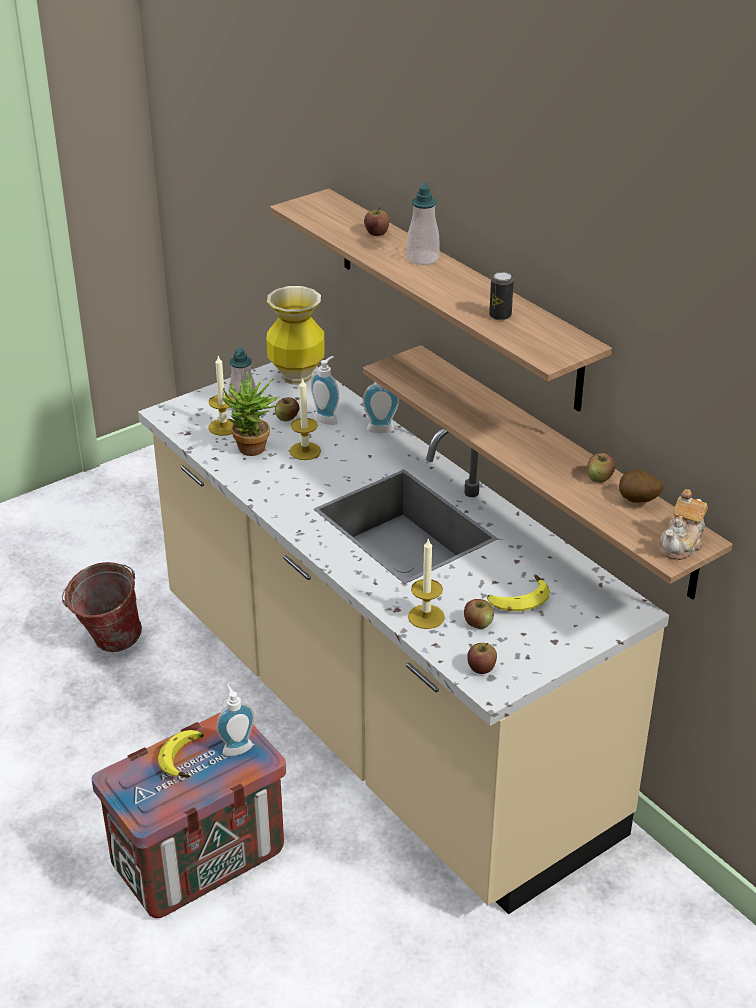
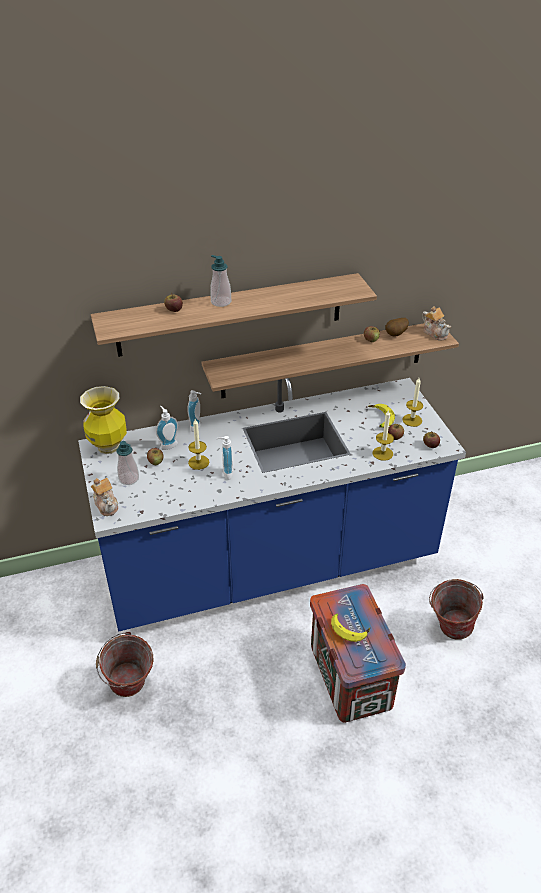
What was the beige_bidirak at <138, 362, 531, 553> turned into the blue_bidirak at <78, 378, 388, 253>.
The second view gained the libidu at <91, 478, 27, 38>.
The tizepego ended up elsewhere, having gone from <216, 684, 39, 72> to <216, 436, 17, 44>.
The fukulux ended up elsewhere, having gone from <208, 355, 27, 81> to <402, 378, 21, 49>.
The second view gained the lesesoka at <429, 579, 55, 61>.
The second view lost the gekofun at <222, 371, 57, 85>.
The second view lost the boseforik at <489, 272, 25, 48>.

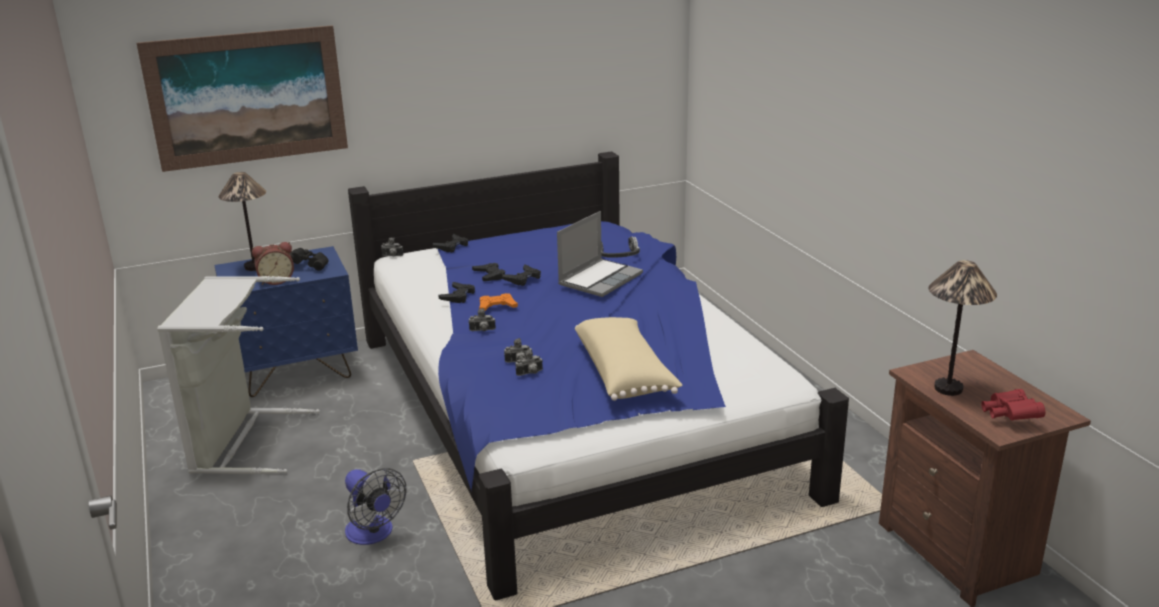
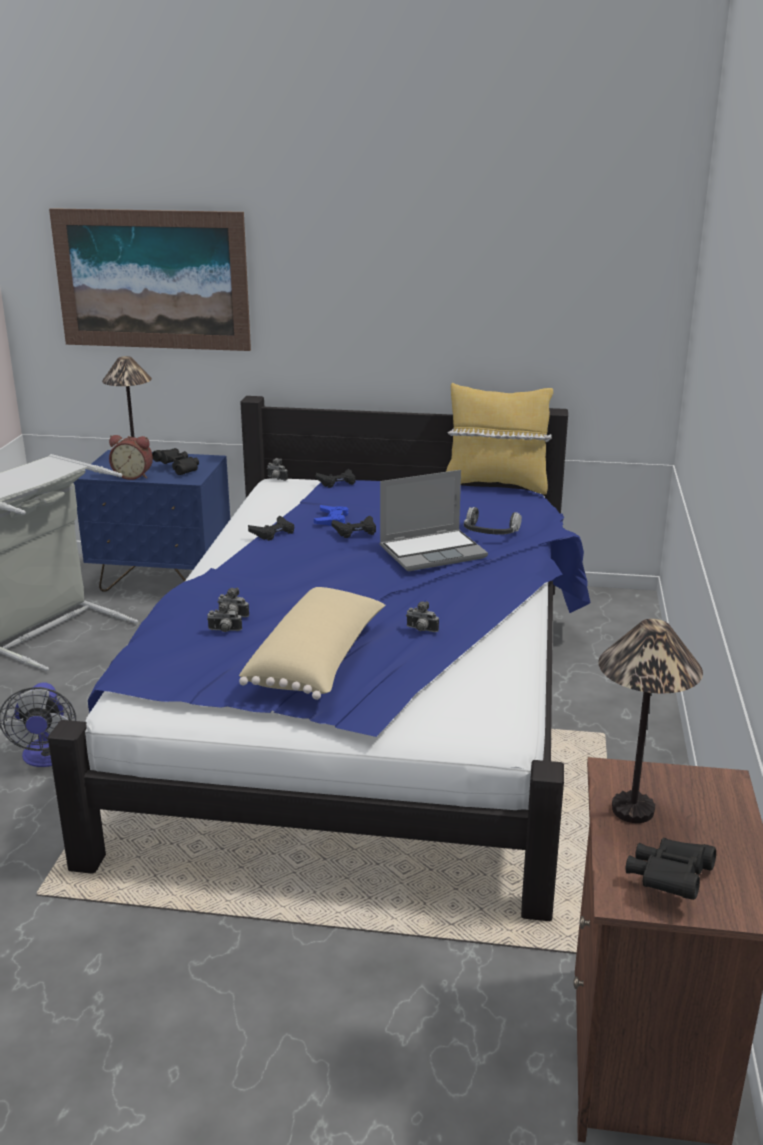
What was the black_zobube at <472, 263, 33, 18> turned into the blue_zobube at <314, 505, 35, 21>.
The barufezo ended up elsewhere, having gone from <469, 308, 27, 23> to <406, 601, 33, 31>.
The second view gained the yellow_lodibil at <446, 383, 107, 112>.
What was the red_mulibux at <981, 389, 64, 32> turned into the black_mulibux at <626, 837, 90, 63>.
The second view lost the orange_zobube at <479, 293, 39, 18>.

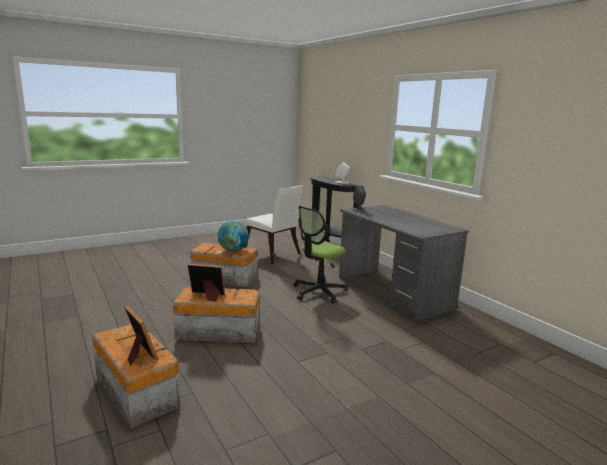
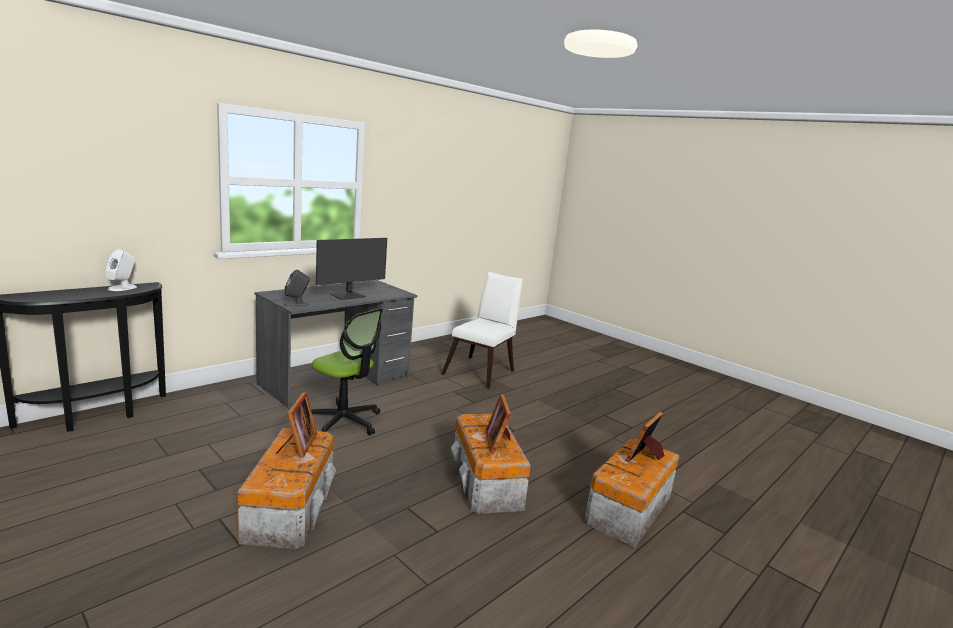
Where the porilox stood at <218, 221, 31, 30>, the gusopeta came to stand at <276, 392, 41, 66>.
The second view gained the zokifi at <316, 238, 71, 62>.
The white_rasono ended up elsewhere, having gone from <244, 185, 59, 79> to <441, 272, 82, 117>.

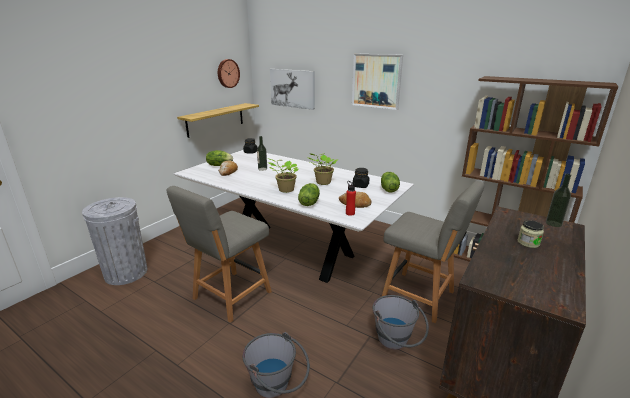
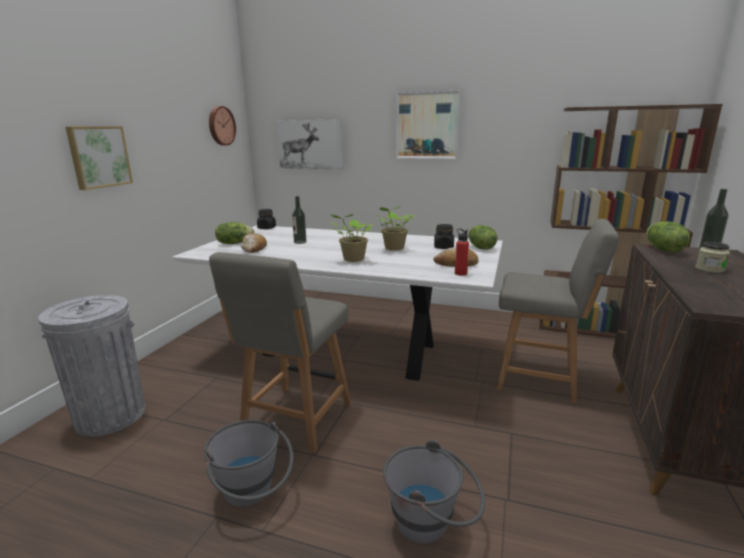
The second view gained the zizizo at <65, 126, 68, 64>.
The grey_lesesoka ended up elsewhere, having gone from <372, 295, 57, 55> to <204, 420, 90, 88>.
The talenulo ended up elsewhere, having gone from <298, 183, 22, 23> to <647, 221, 43, 31>.
The second view lost the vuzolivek at <177, 103, 82, 35>.

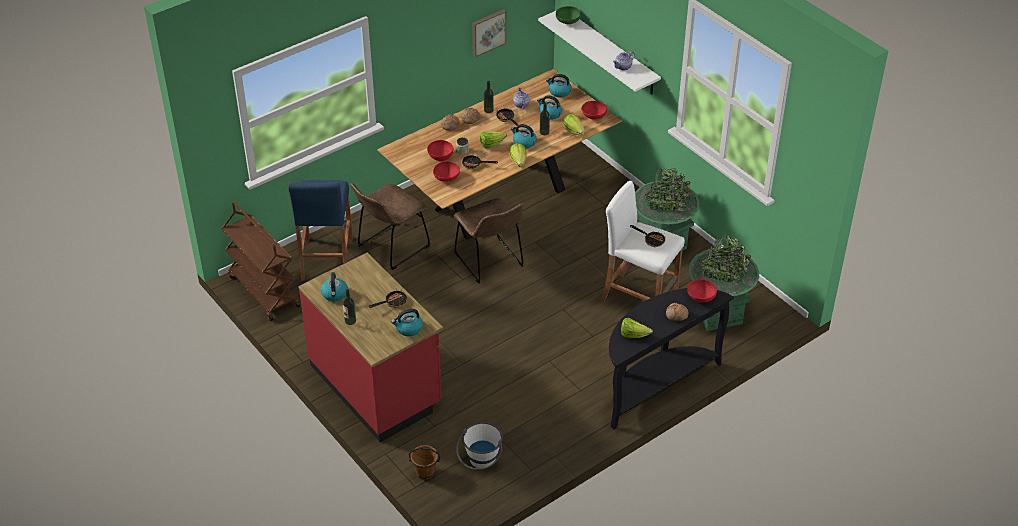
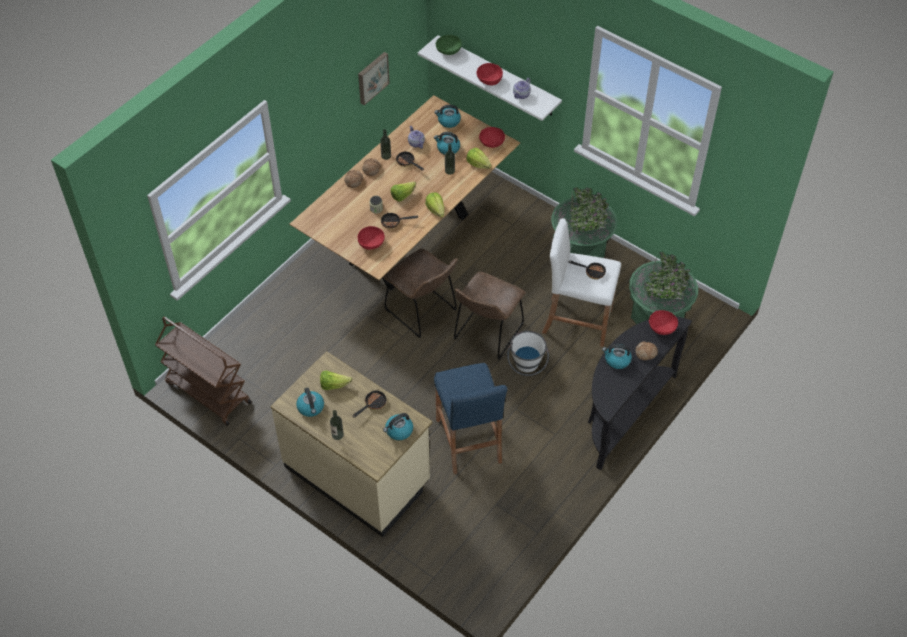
What was the red_bidirak at <298, 253, 145, 189> turned into the beige_bidirak at <270, 351, 162, 186>.
The talenulo ended up elsewhere, having gone from <621, 318, 32, 20> to <320, 370, 32, 20>.
The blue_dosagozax ended up elsewhere, having gone from <288, 180, 65, 100> to <434, 363, 73, 111>.
The brown_rasono ended up elsewhere, having gone from <350, 183, 80, 87> to <454, 271, 71, 89>.
The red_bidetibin ended up elsewhere, having gone from <427, 140, 26, 21> to <477, 63, 26, 22>.
The white_lesesoka ended up elsewhere, having gone from <456, 422, 47, 48> to <507, 331, 42, 45>.
The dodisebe ended up elsewhere, having gone from <511, 124, 26, 25> to <602, 344, 30, 25>.
The second view lost the brown_lesesoka at <409, 445, 31, 35>.

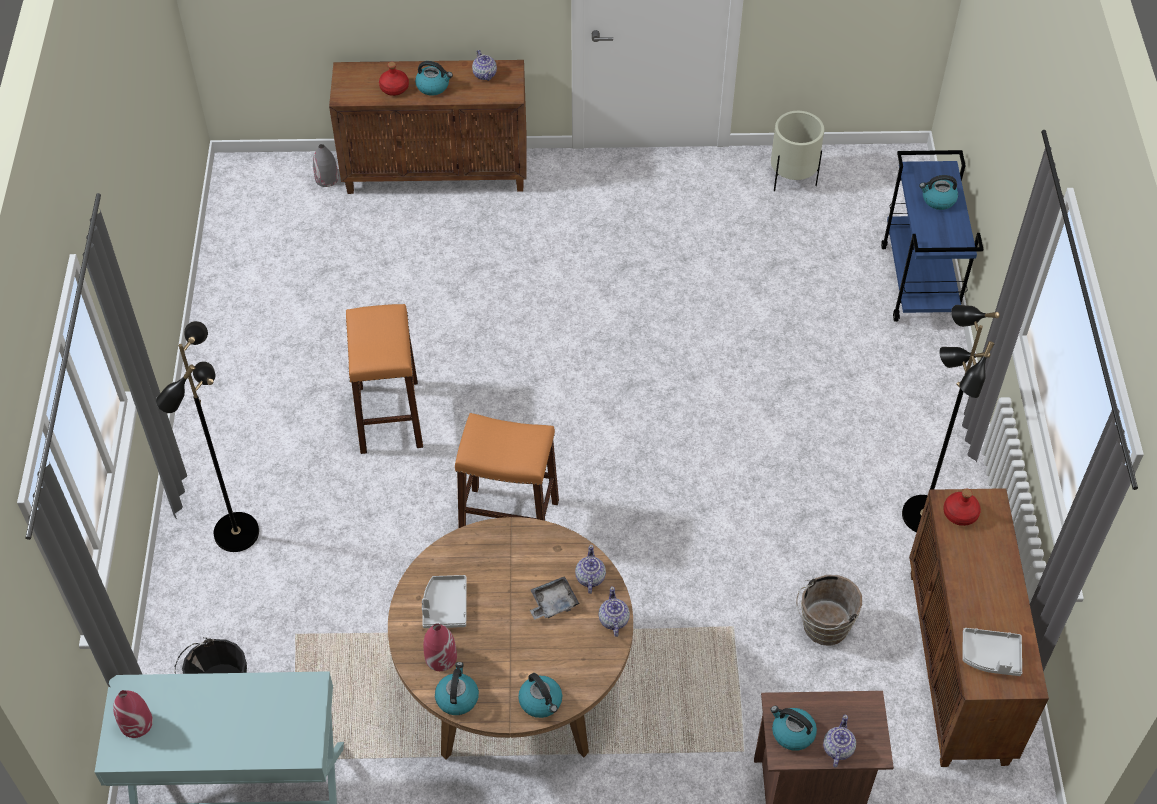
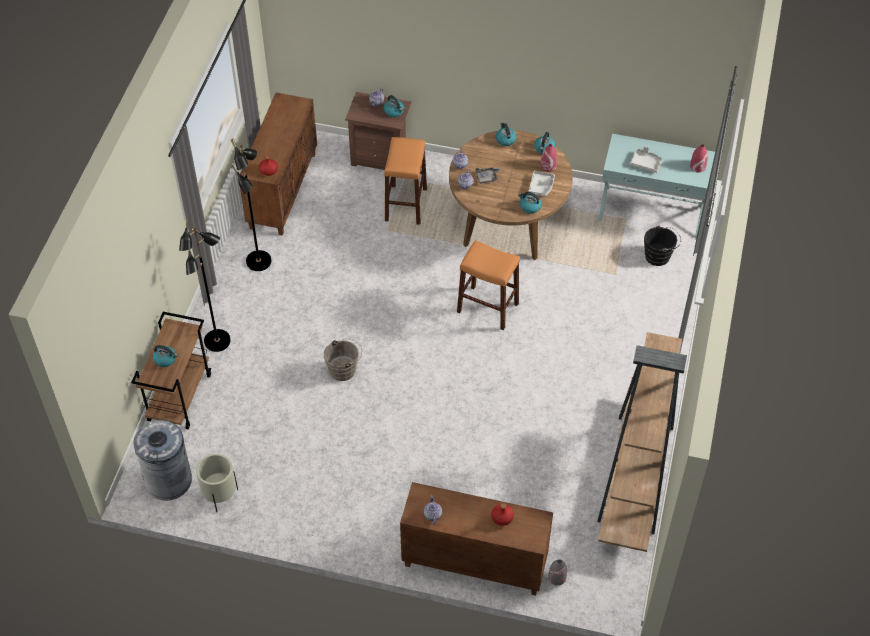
What was the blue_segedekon at <881, 150, 103, 172> turned into the brown_segedekon at <131, 312, 80, 117>.
The second view gained the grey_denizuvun at <134, 420, 58, 81>.
The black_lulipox ended up elsewhere, having gone from <156, 321, 103, 231> to <179, 218, 52, 134>.
The brown_lesesoka ended up elsewhere, having gone from <796, 575, 66, 71> to <324, 339, 38, 42>.
The orange_dosagozax ended up elsewhere, having gone from <346, 304, 77, 150> to <384, 137, 43, 88>.
The dodisebe ended up elsewhere, having gone from <415, 61, 38, 35> to <518, 192, 24, 22>.
The second view gained the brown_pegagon at <597, 332, 90, 220>.
The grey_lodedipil ended up elsewhere, having gone from <963, 628, 59, 48> to <630, 146, 32, 27>.

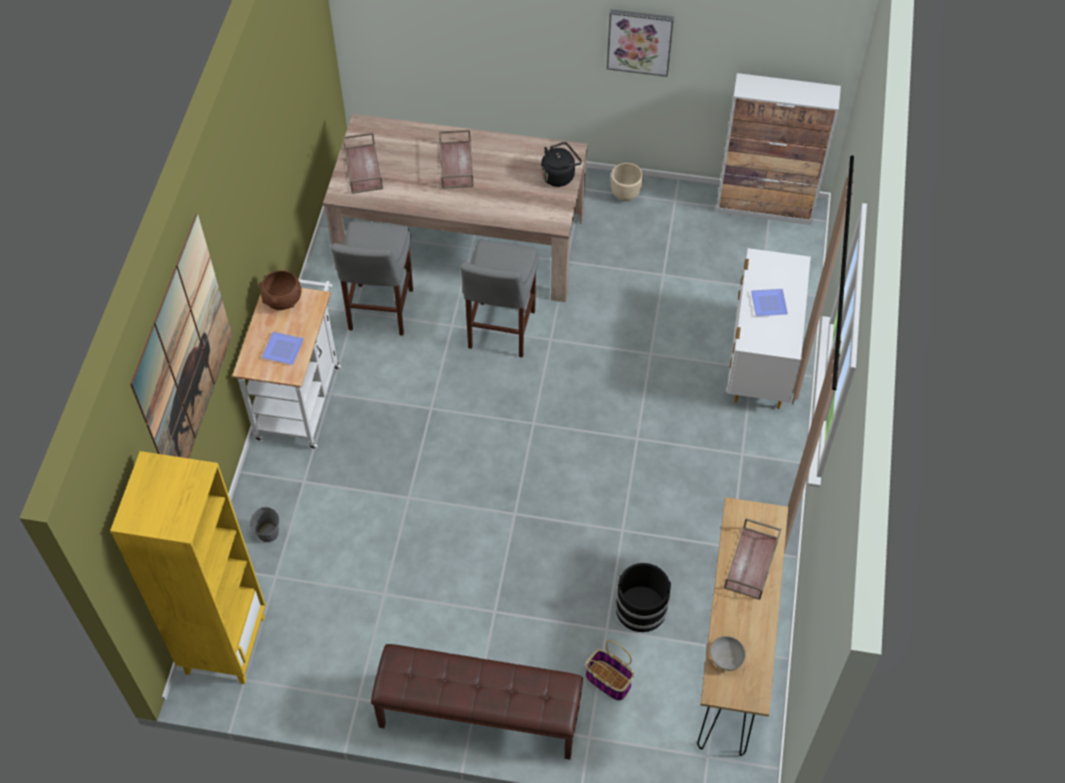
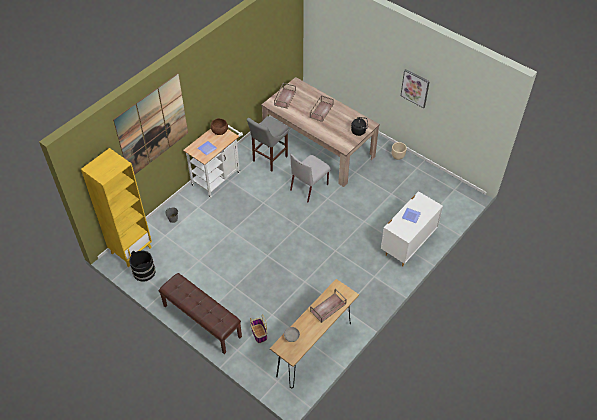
The black_lesesoka ended up elsewhere, having gone from <615, 563, 56, 69> to <129, 250, 26, 32>.
Where the grey_dosagozax stood at <460, 240, 79, 118>, the grey_rasono came to stand at <290, 154, 41, 48>.
The second view lost the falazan at <716, 73, 125, 152>.

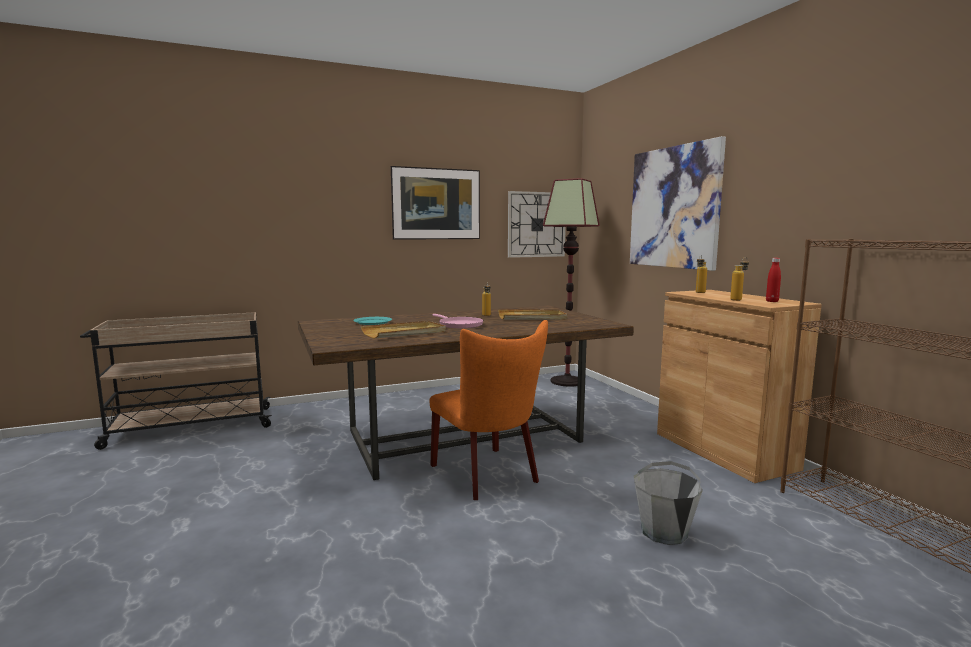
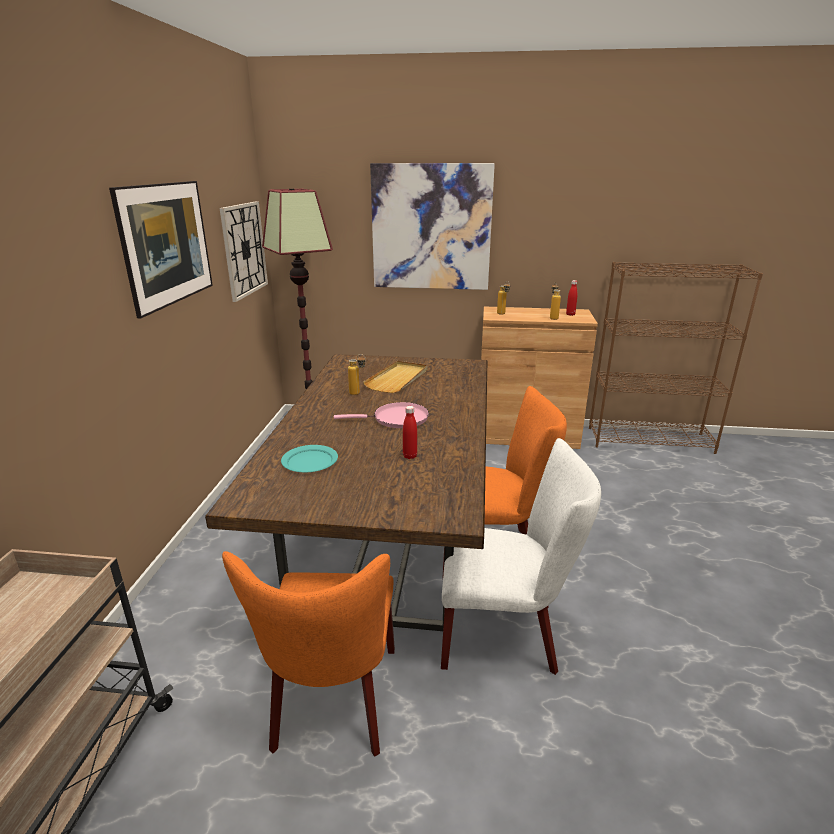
The second view gained the orange_rasono at <222, 551, 173, 206>.
Where the beige_lodedipil stood at <361, 321, 85, 18>, the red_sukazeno came to stand at <403, 406, 14, 53>.
The second view gained the white_rasono at <441, 438, 160, 237>.
The second view lost the grey_lesesoka at <633, 461, 70, 84>.

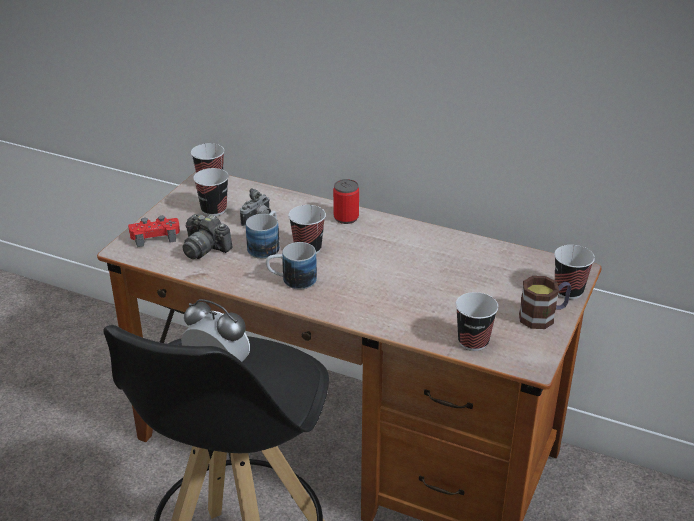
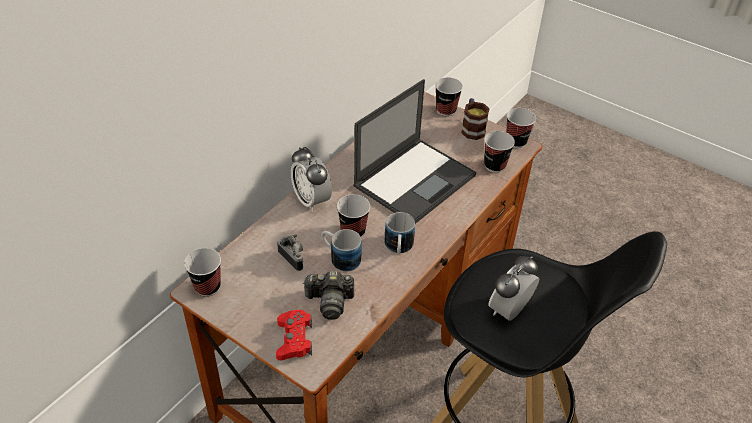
Where the boseforik stood at <333, 179, 26, 45>, the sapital came to stand at <291, 147, 41, 65>.
The barufezo at <182, 214, 51, 45> ended up facing another way, 45 degrees clockwise from before.
The second view gained the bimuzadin at <353, 79, 123, 145>.
The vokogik ended up elsewhere, having gone from <193, 168, 36, 48> to <506, 108, 30, 40>.

